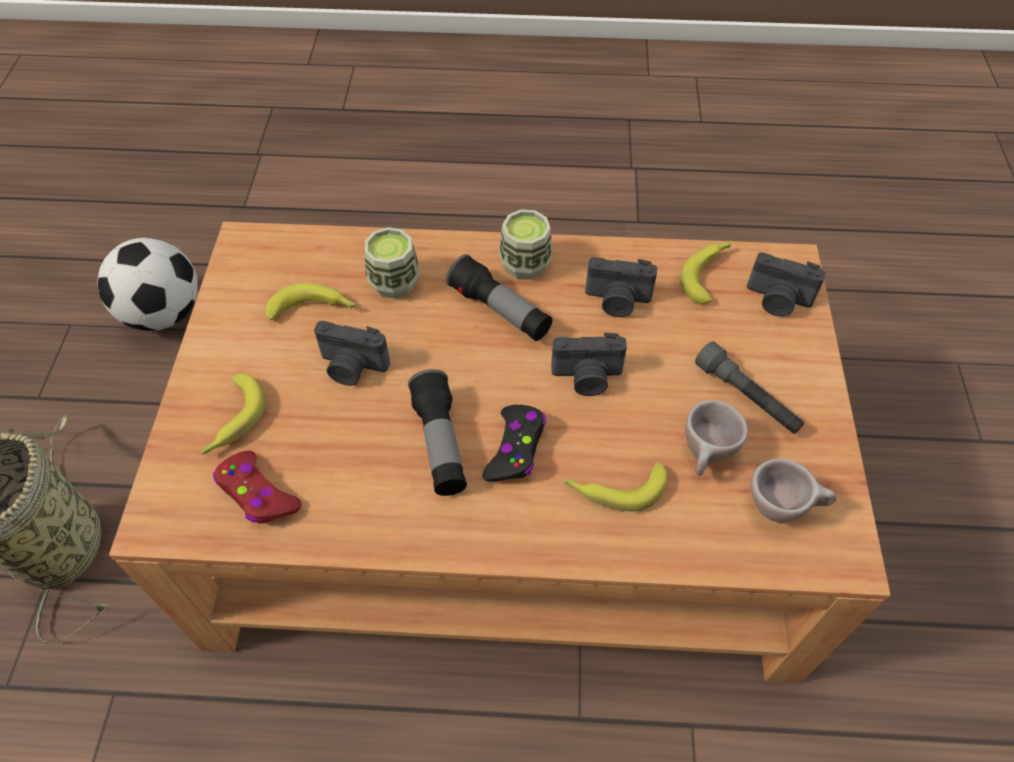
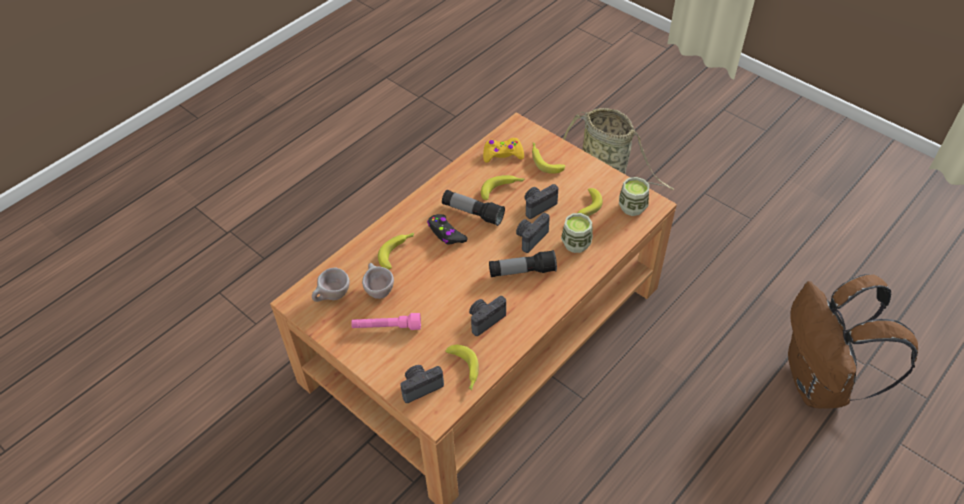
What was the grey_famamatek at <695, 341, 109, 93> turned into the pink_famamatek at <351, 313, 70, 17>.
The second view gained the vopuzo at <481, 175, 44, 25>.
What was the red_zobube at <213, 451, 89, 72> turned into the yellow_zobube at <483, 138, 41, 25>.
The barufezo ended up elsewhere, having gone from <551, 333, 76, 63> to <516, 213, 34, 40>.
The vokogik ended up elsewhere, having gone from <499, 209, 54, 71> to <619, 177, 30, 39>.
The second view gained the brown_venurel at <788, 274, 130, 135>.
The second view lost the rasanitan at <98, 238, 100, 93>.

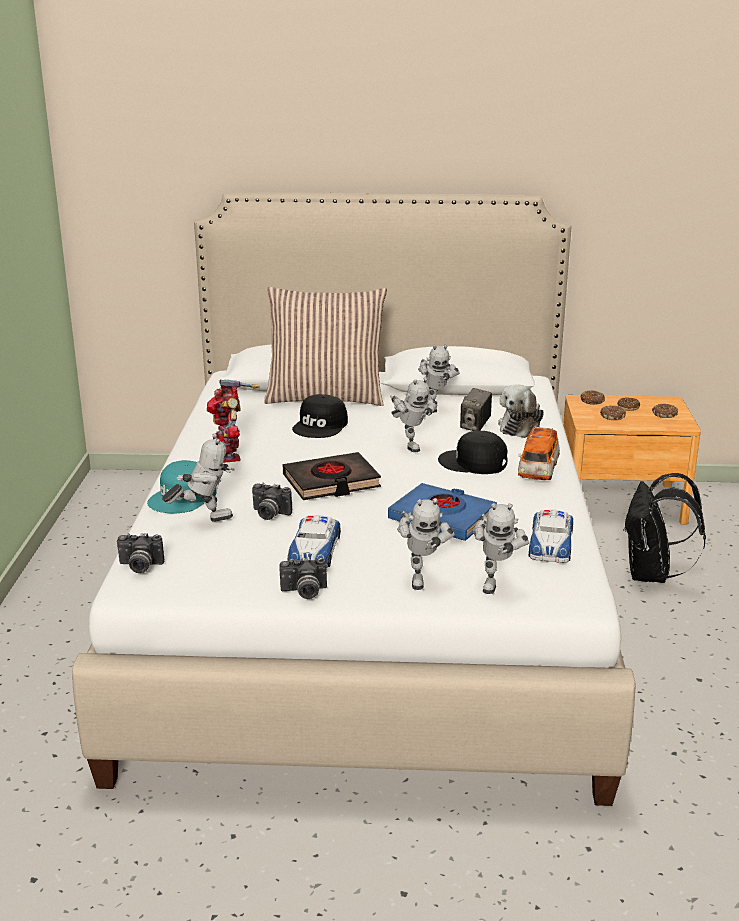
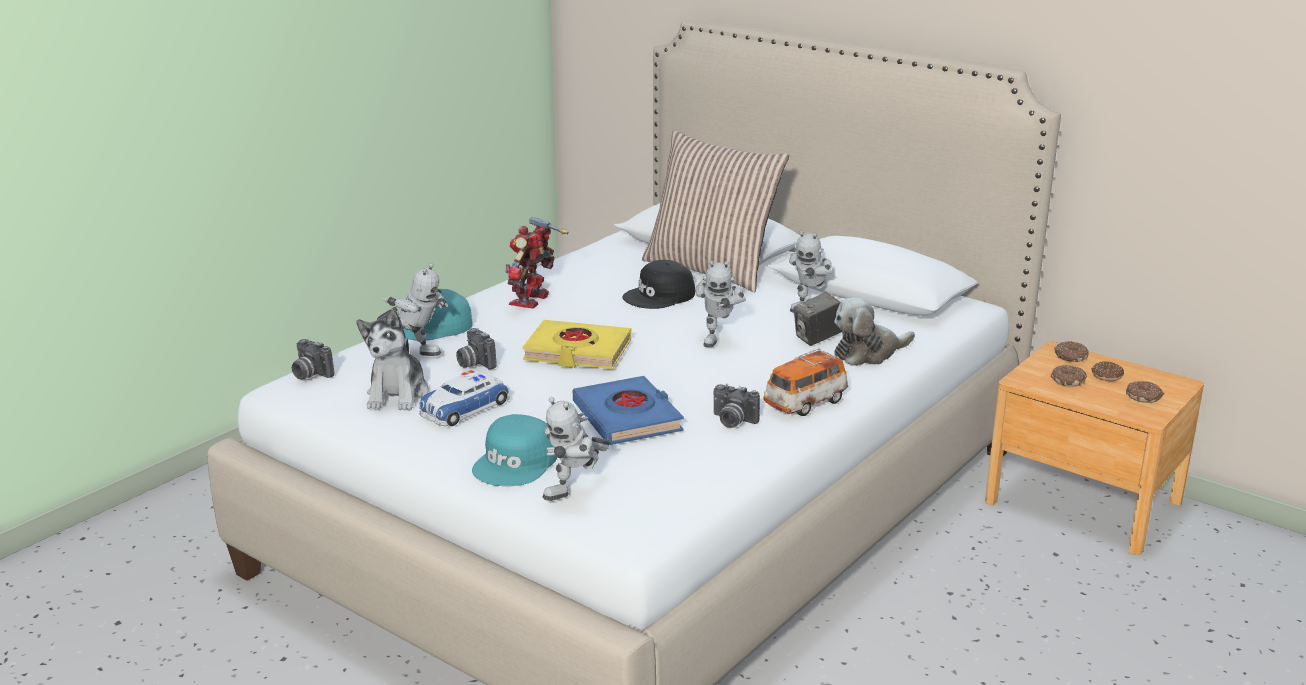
The second view gained the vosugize at <356, 309, 73, 102>.
Where the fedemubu stood at <397, 498, 58, 92>, the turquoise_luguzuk came to stand at <472, 414, 85, 72>.
What was the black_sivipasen at <283, 452, 98, 48> turned into the yellow_sivipasen at <522, 320, 109, 49>.
The barufezo ended up elsewhere, having gone from <279, 557, 48, 42> to <714, 384, 46, 44>.
The second view lost the black_luguzuk at <438, 431, 70, 43>.
The second view lost the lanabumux at <529, 509, 44, 54>.
The second view lost the black_venurel at <623, 473, 83, 110>.

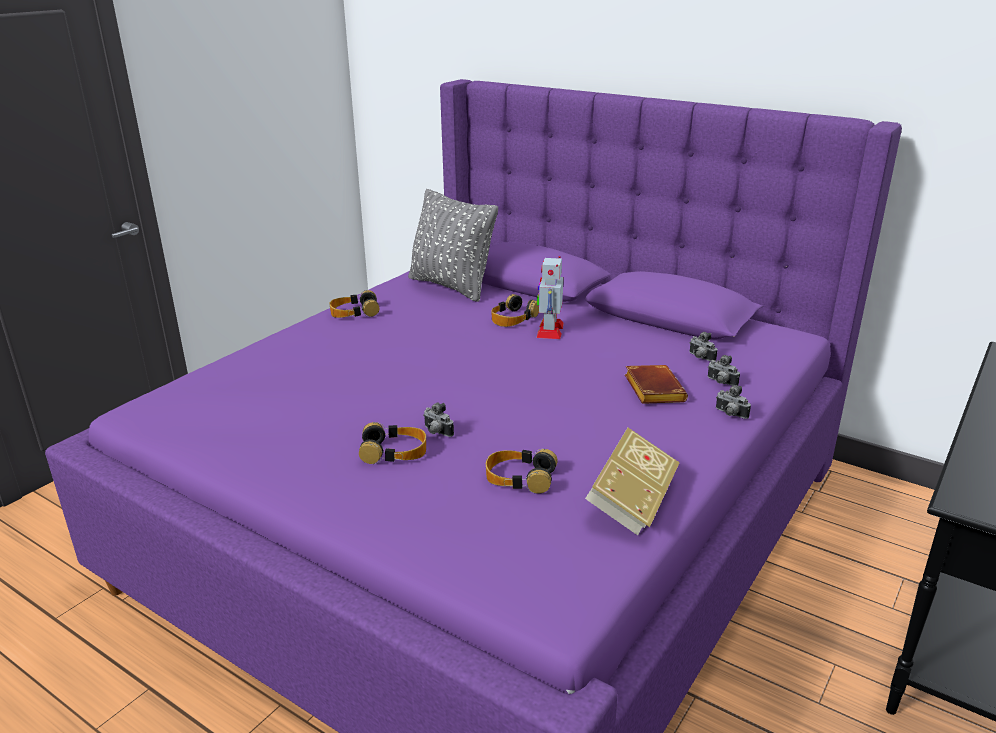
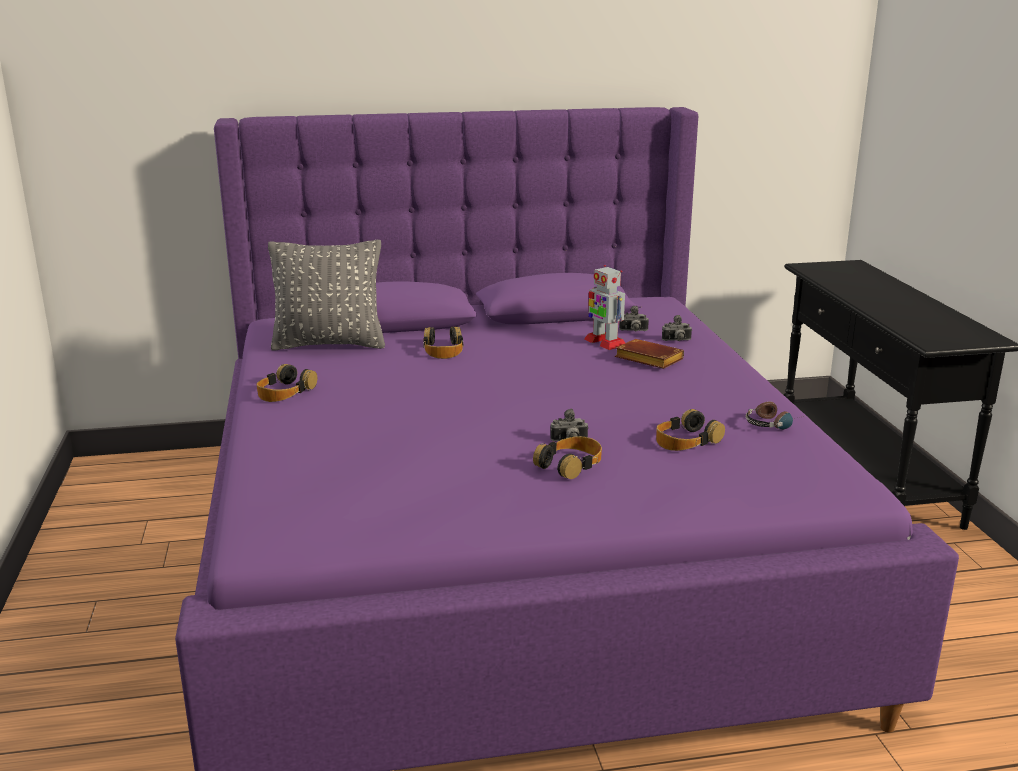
The fedemubu ended up elsewhere, having gone from <537, 256, 27, 83> to <584, 265, 41, 85>.
Where the sivipasen stood at <585, 428, 95, 107>, the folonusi came to stand at <745, 401, 59, 29>.
The second view lost the barufezo at <716, 385, 35, 34>.

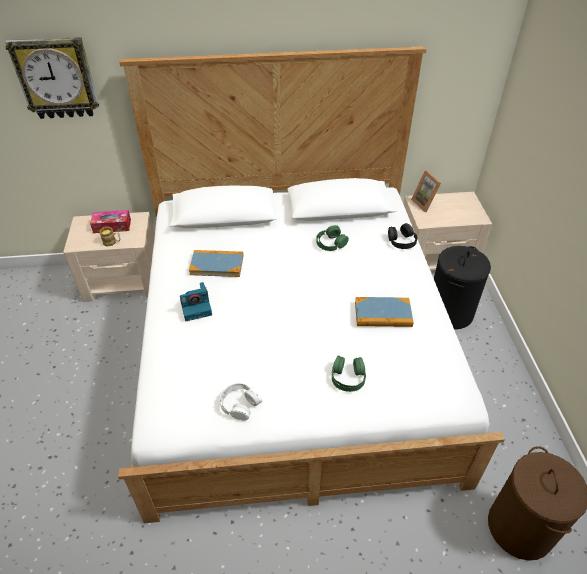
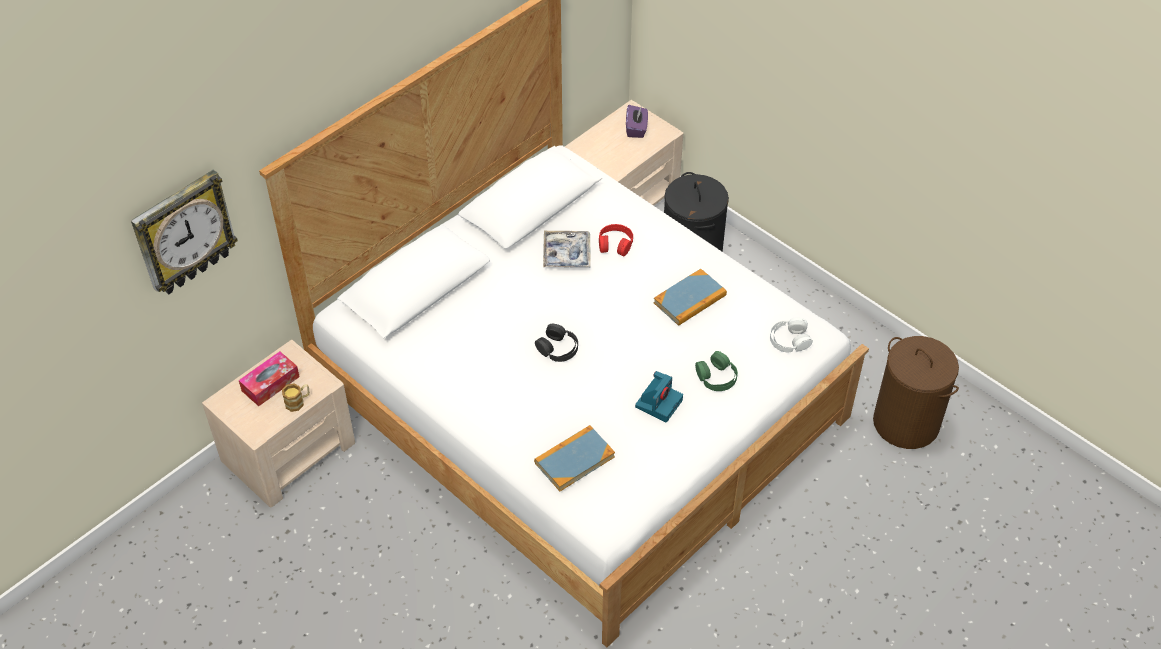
The sivipasen ended up elsewhere, having gone from <189, 250, 54, 27> to <534, 425, 81, 66>.
The black_folonusi ended up elsewhere, having gone from <388, 223, 30, 26> to <535, 324, 43, 38>.
Where the green_folonusi stood at <316, 225, 33, 26>, the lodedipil came to stand at <543, 231, 47, 36>.
The second view gained the red_folonusi at <599, 224, 34, 32>.
The second view gained the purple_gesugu at <626, 105, 22, 33>.
The barufezo ended up elsewhere, having gone from <180, 282, 32, 39> to <635, 371, 48, 51>.
The white_folonusi ended up elsewhere, having gone from <220, 383, 42, 38> to <770, 317, 43, 35>.
The second view lost the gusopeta at <411, 170, 30, 42>.

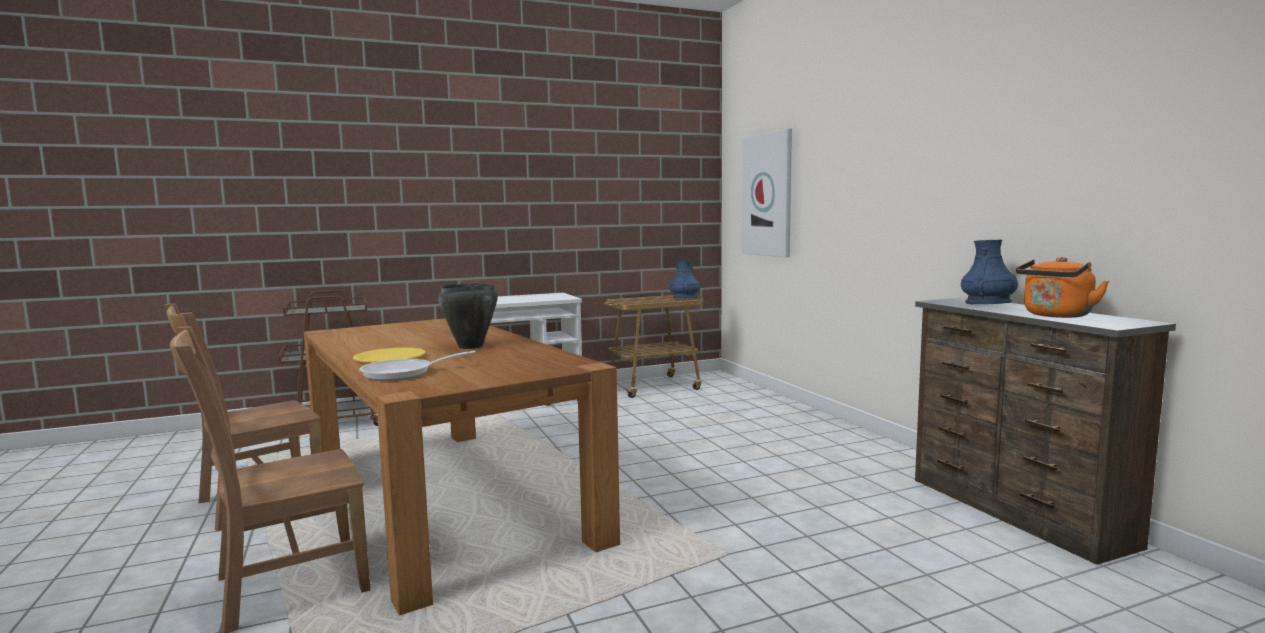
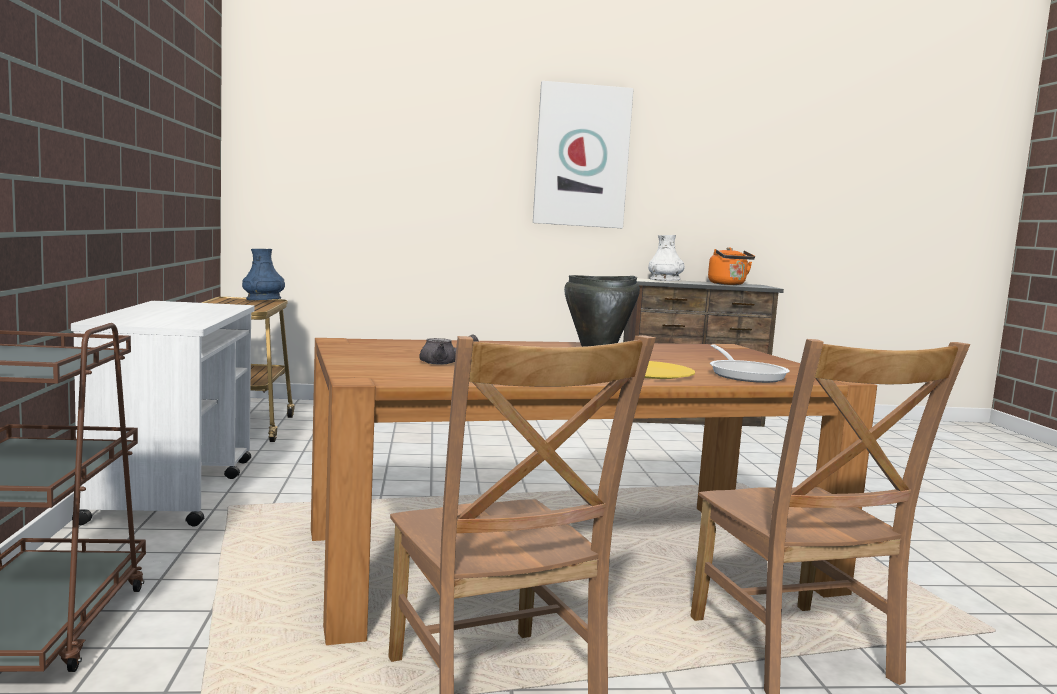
The second view gained the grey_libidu at <419, 335, 60, 30>.
The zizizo ended up elsewhere, having gone from <742, 128, 50, 129> to <533, 81, 101, 147>.
What was the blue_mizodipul at <961, 240, 57, 65> turned into the white_mizodipul at <648, 235, 37, 46>.

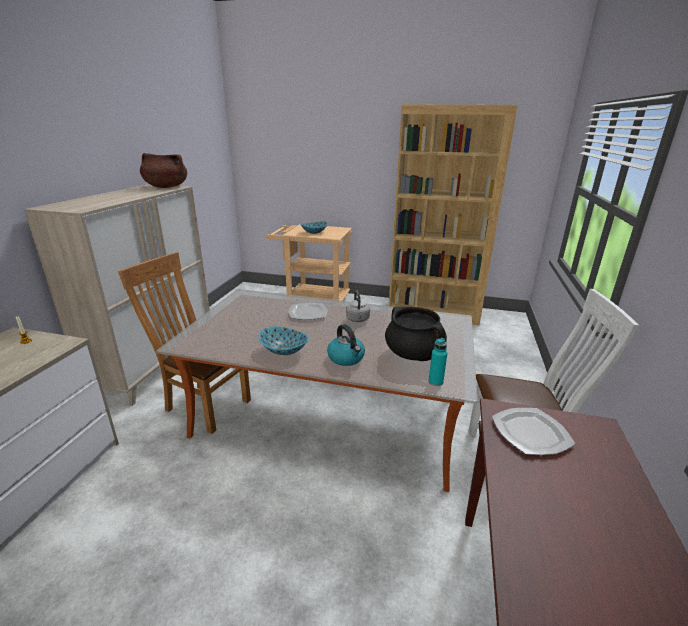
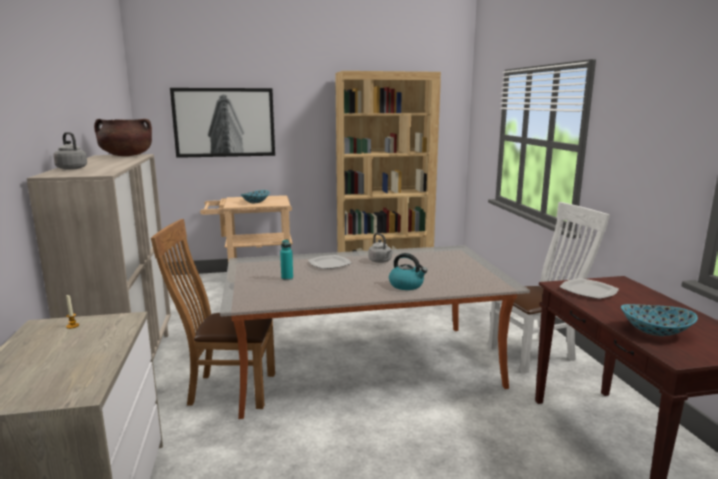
The second view gained the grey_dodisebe at <53, 132, 34, 38>.
The second view gained the zizizo at <170, 88, 105, 70>.
The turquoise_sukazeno ended up elsewhere, having gone from <429, 338, 18, 48> to <280, 239, 13, 41>.
The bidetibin ended up elsewhere, having gone from <259, 326, 50, 29> to <621, 304, 77, 32>.
The second view lost the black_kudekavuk at <385, 307, 62, 54>.

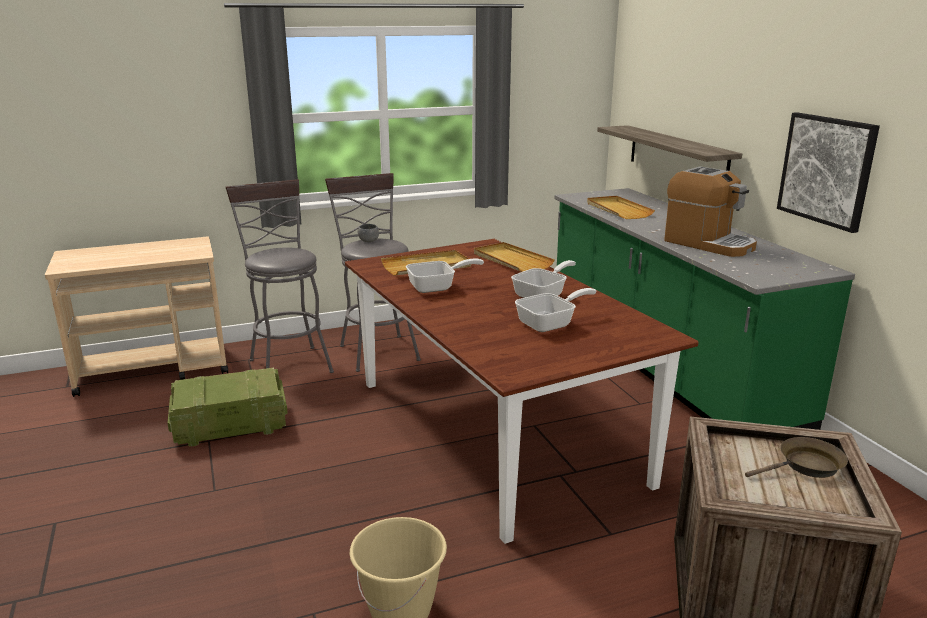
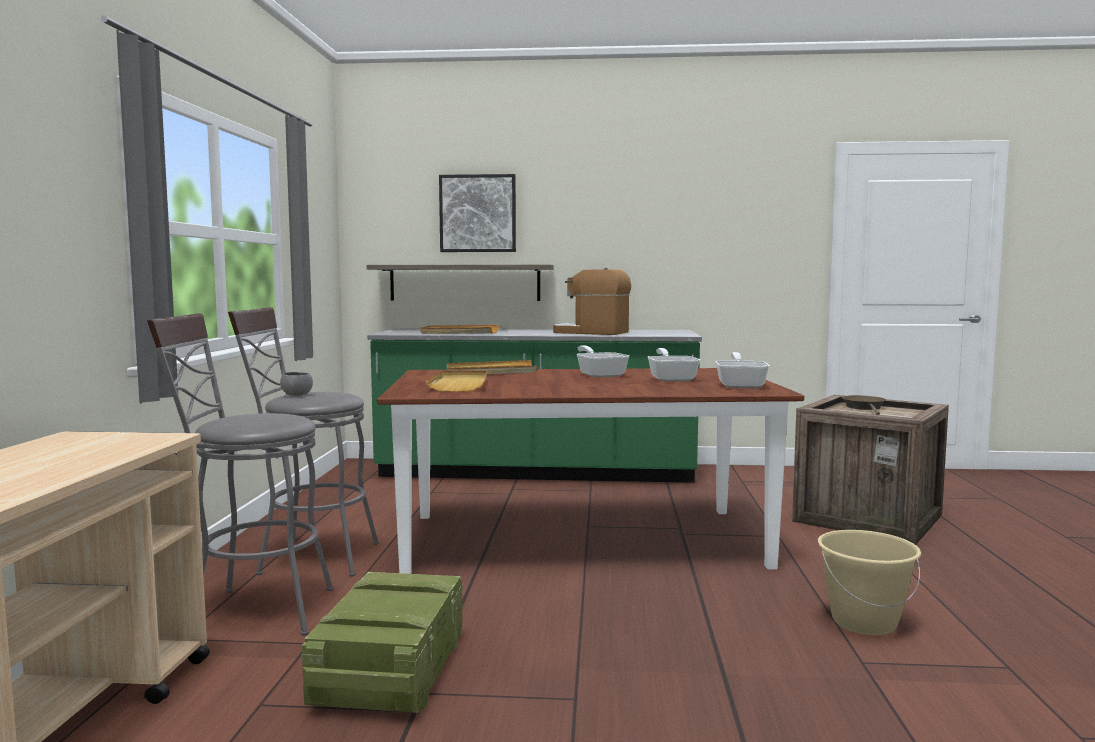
The zizizo ended up elsewhere, having gone from <777, 112, 103, 121> to <439, 174, 77, 78>.
The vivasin at <664, 166, 93, 91> ended up facing another way, 135 degrees counterclockwise from before.
The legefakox ended up elsewhere, having gone from <406, 258, 78, 35> to <716, 352, 54, 36>.

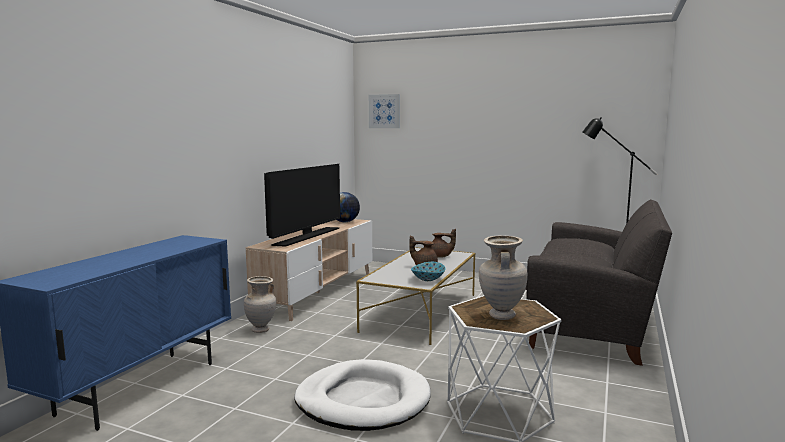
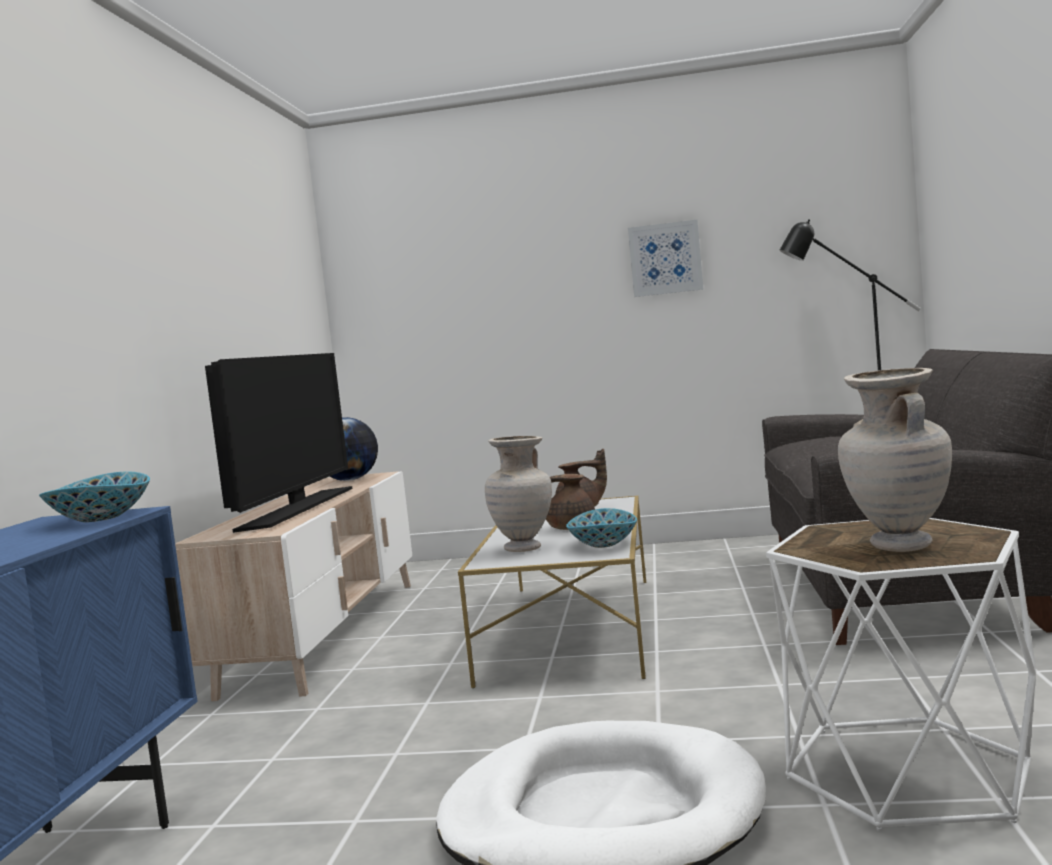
The second view gained the bidetibin at <39, 471, 111, 51>.
The beige_mizodipul ended up elsewhere, having gone from <244, 276, 32, 57> to <485, 436, 67, 116>.
The zizizo ended up elsewhere, having gone from <369, 94, 31, 34> to <628, 220, 75, 77>.

